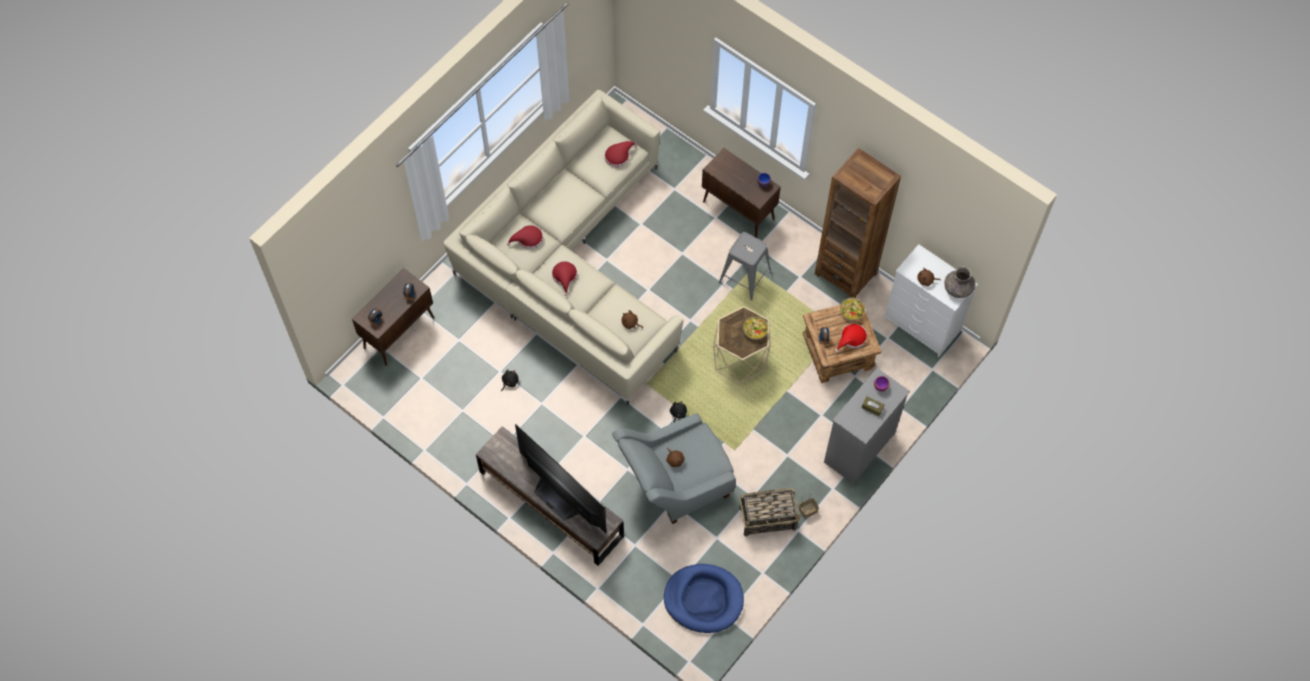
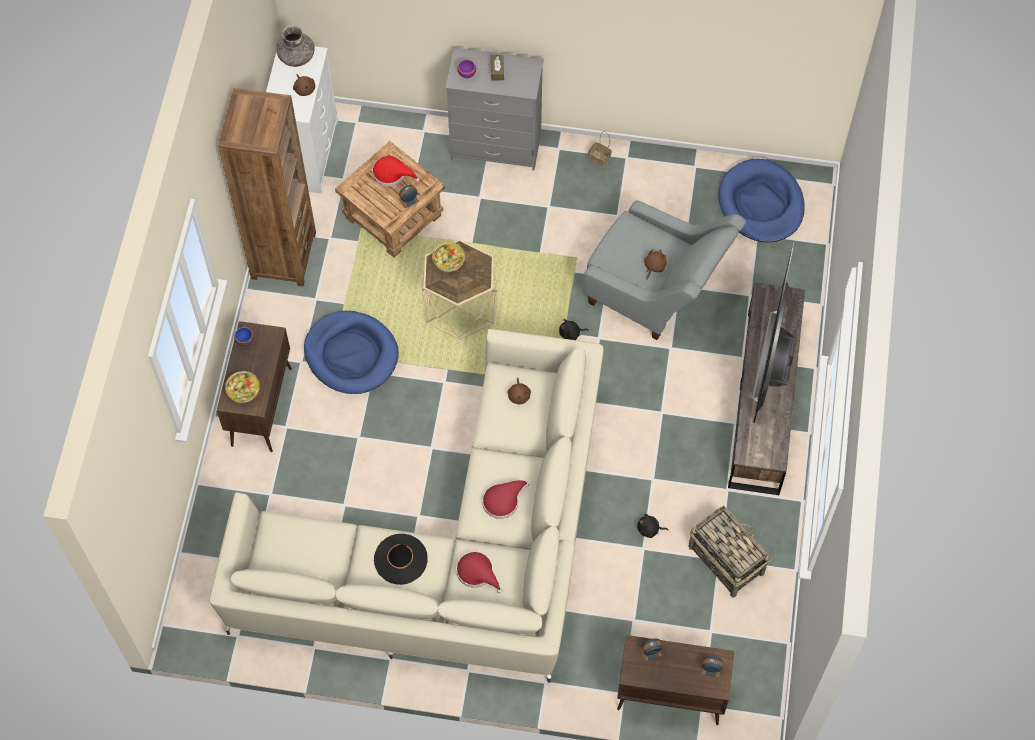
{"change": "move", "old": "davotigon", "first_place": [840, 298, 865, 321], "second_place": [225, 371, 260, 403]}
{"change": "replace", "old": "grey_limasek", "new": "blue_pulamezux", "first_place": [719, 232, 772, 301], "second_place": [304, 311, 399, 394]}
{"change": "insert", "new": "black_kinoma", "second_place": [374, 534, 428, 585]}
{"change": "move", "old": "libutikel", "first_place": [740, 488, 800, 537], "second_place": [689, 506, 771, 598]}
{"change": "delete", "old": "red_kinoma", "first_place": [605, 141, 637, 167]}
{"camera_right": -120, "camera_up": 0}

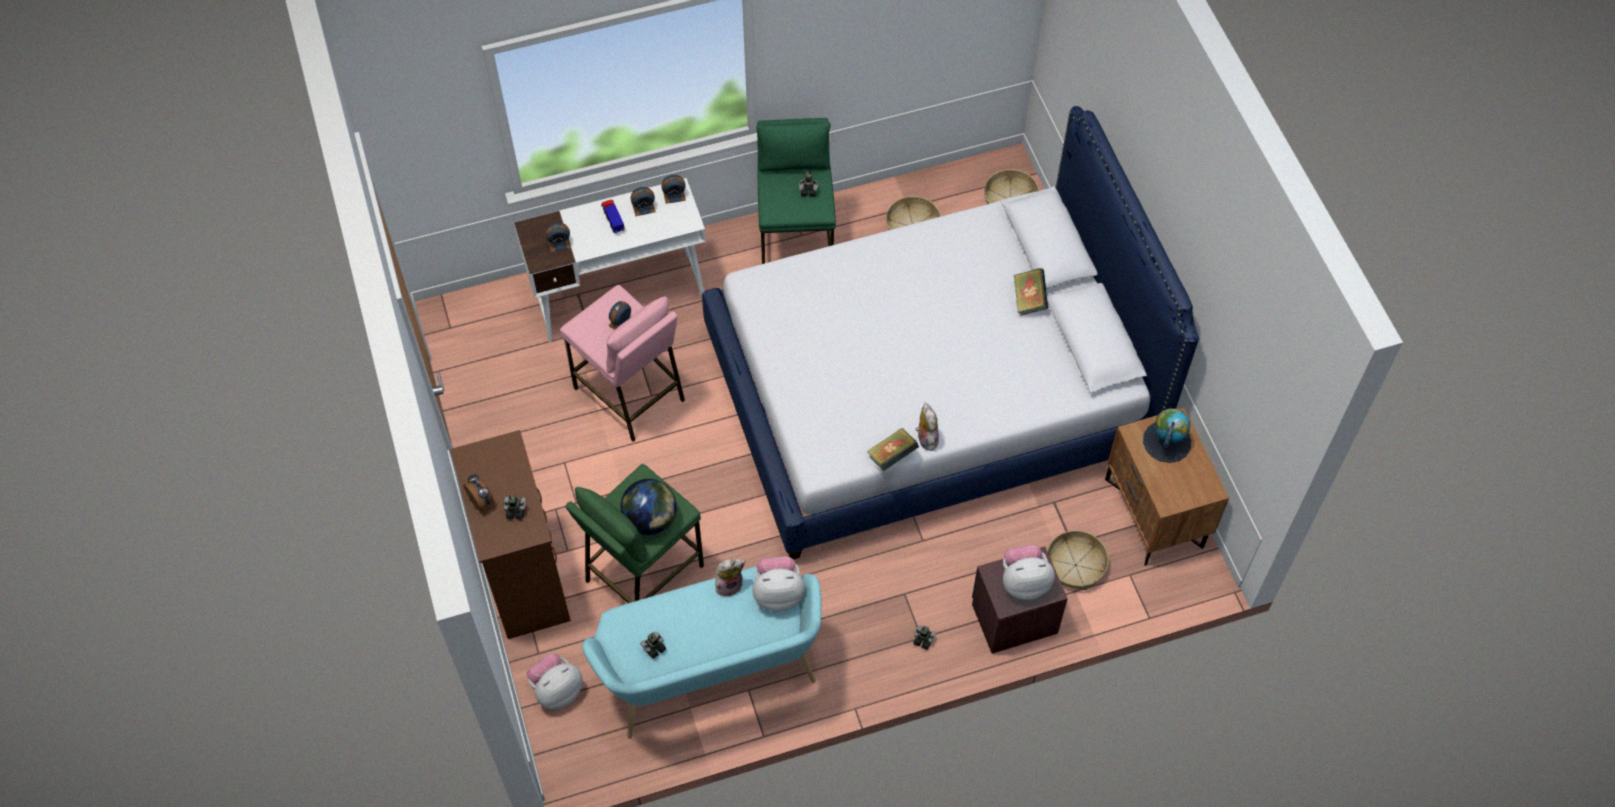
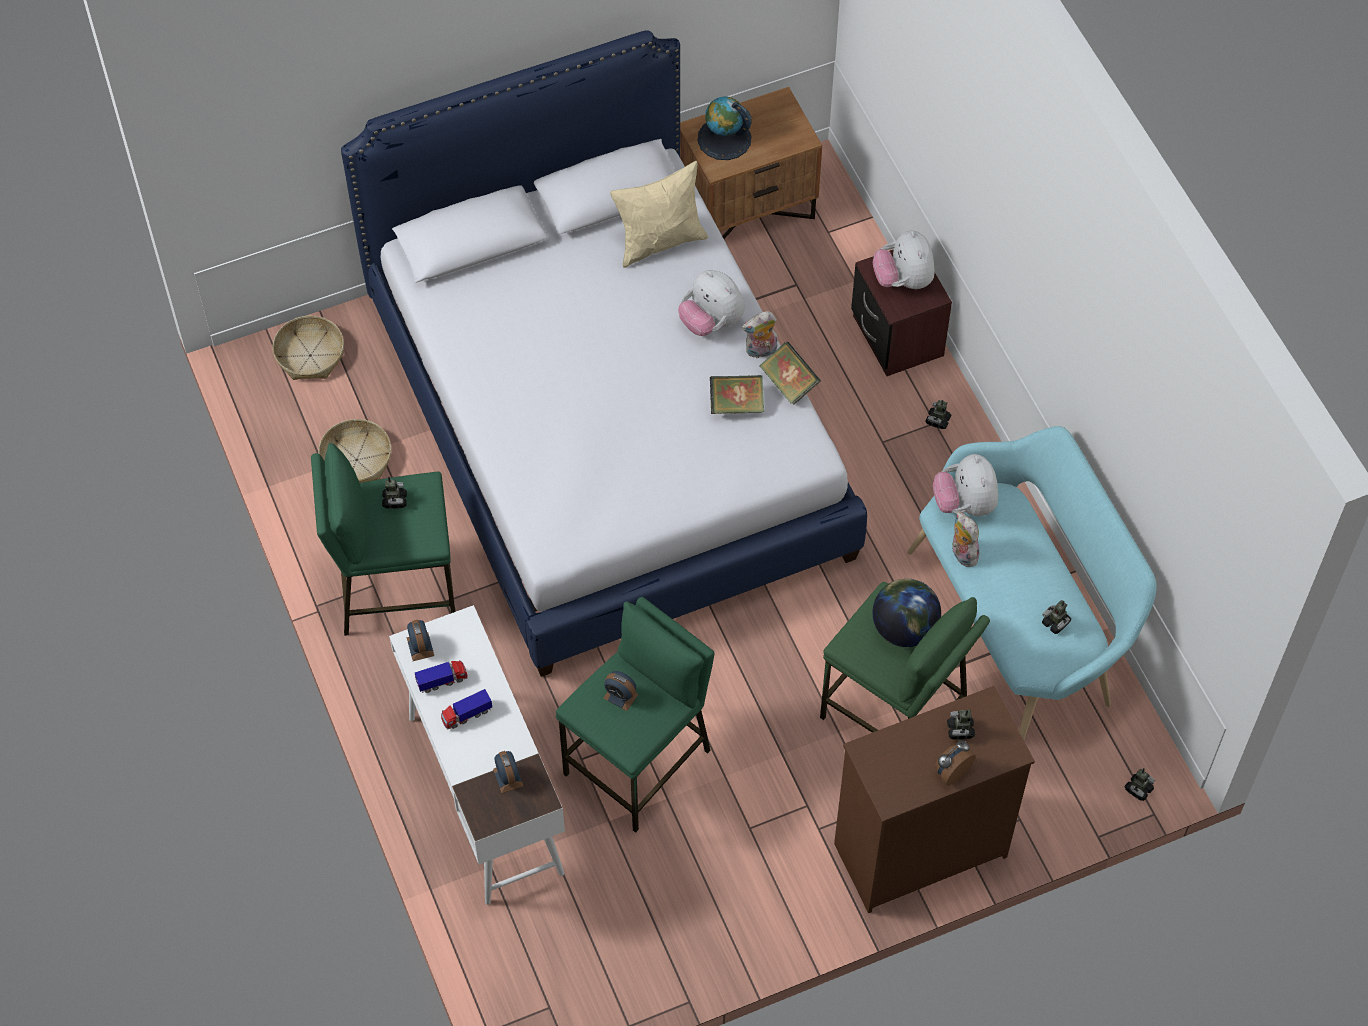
{"change": "replace", "old": "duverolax", "new": "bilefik", "first_place": [630, 187, 656, 216], "second_place": [415, 660, 467, 693]}
{"change": "recolor", "old": "pink_limasek", "new": "green_limasek", "first_place": [560, 285, 685, 442], "second_place": [556, 597, 715, 833]}
{"change": "insert", "new": "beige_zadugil", "second_place": [610, 161, 708, 268]}
{"change": "move", "old": "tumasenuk", "first_place": [527, 654, 583, 709], "second_place": [678, 270, 745, 336]}
{"change": "move", "old": "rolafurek", "first_place": [1014, 268, 1048, 315], "second_place": [710, 375, 764, 414]}
{"change": "insert", "new": "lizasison", "second_place": [1125, 768, 1155, 801]}
{"change": "delete", "old": "libutikel", "first_place": [1047, 530, 1109, 590]}
{"camera_right": -95, "camera_up": 0}

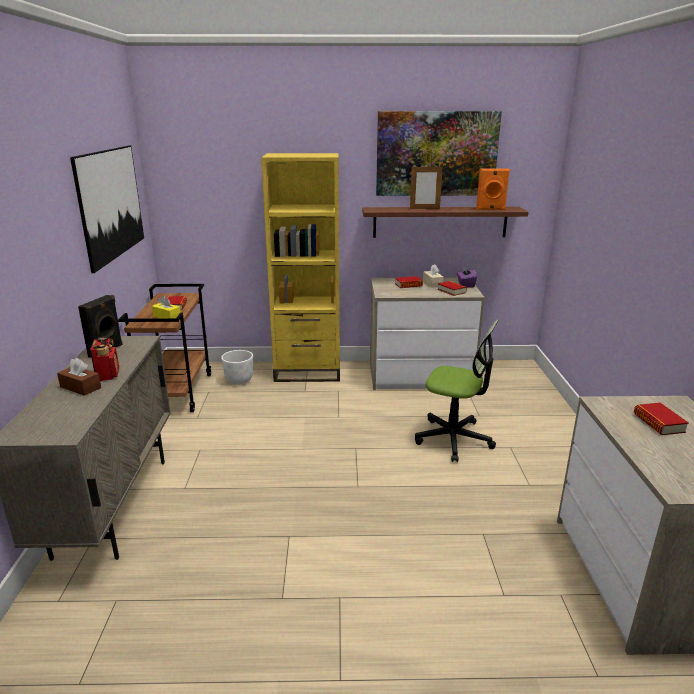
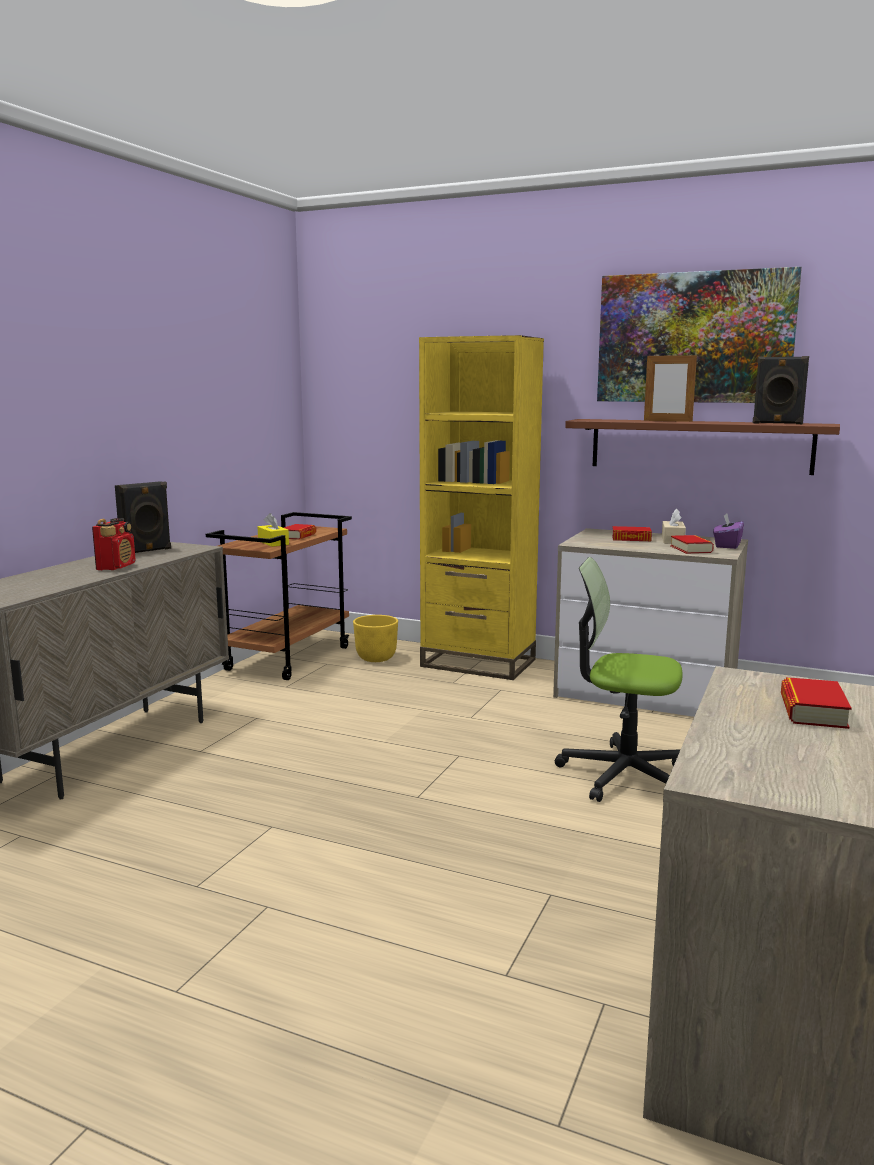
{"change": "recolor", "old": "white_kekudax", "new": "yellow_kekudax", "first_place": [221, 350, 253, 385], "second_place": [353, 615, 398, 662]}
{"change": "rotate", "old": "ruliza", "first_place": [415, 319, 499, 462], "second_place": [555, 557, 683, 802], "degrees": 150}
{"change": "recolor", "old": "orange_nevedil", "new": "black_nevedil", "first_place": [476, 168, 510, 210], "second_place": [753, 356, 809, 424]}
{"change": "delete", "old": "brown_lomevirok", "first_place": [57, 358, 101, 396]}
{"change": "delete", "old": "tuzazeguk", "first_place": [70, 146, 144, 273]}
{"camera_right": 25, "camera_up": -10}

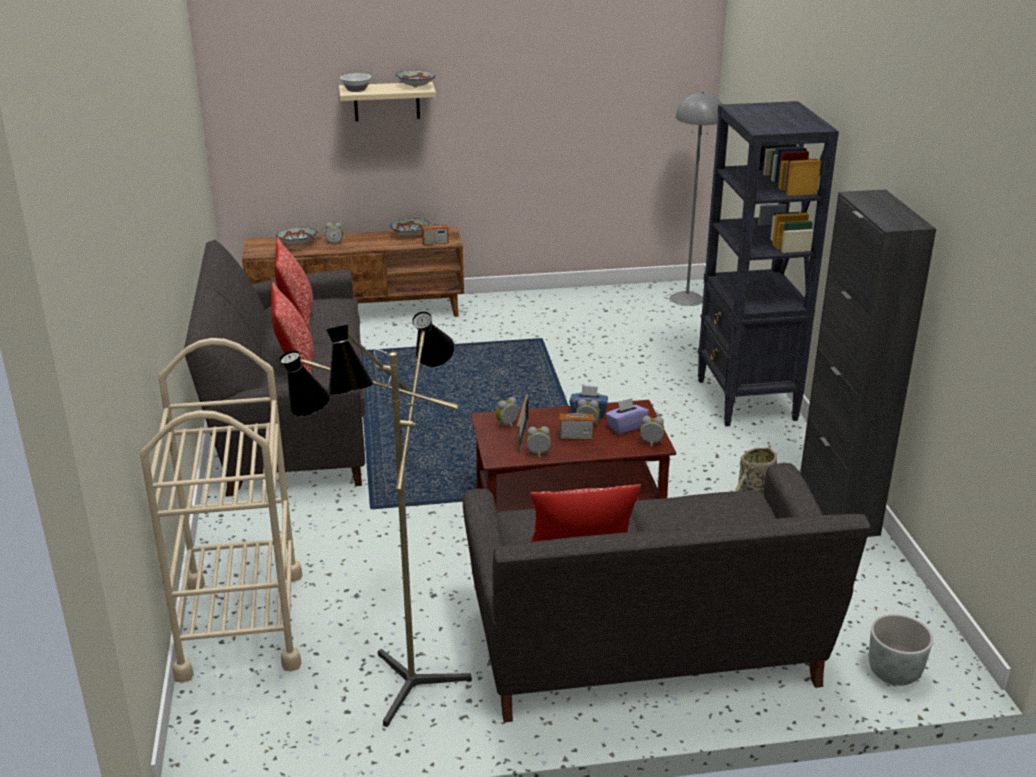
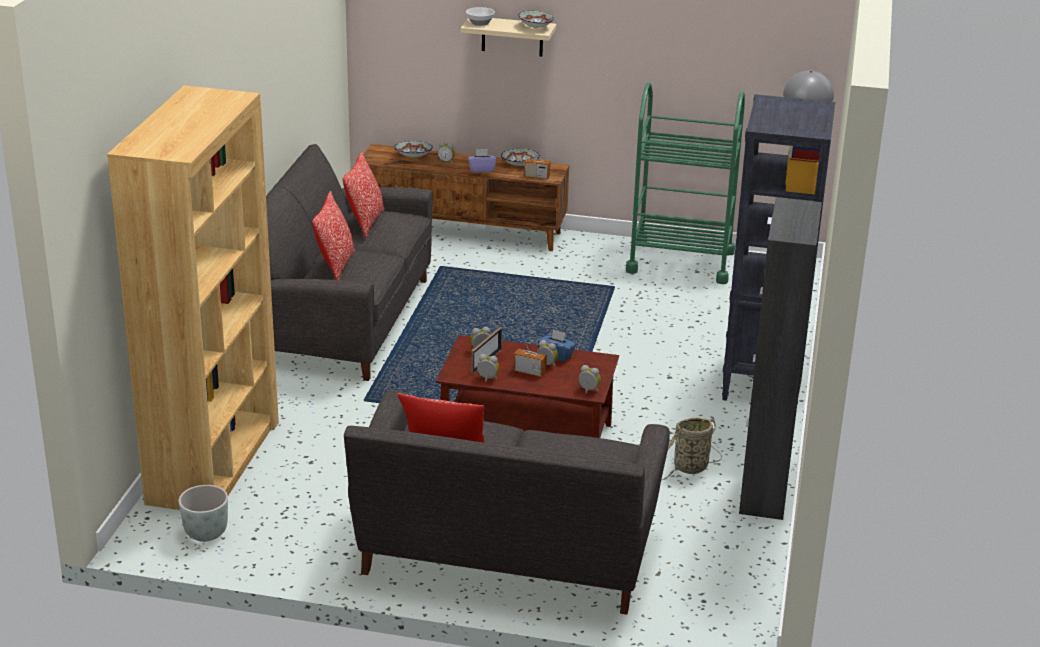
{"change": "replace", "old": "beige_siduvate", "new": "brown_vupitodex", "first_place": [140, 338, 302, 683], "second_place": [107, 85, 279, 510]}
{"change": "move", "old": "grey_kekudax", "first_place": [869, 614, 933, 686], "second_place": [179, 485, 228, 542]}
{"change": "move", "old": "purple_lomevirok", "first_place": [605, 398, 649, 434], "second_place": [468, 149, 497, 173]}
{"change": "insert", "new": "green_siduvate", "second_place": [626, 82, 745, 284]}
{"change": "delete", "old": "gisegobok", "first_place": [280, 312, 472, 727]}
{"camera_right": 20, "camera_up": 0}

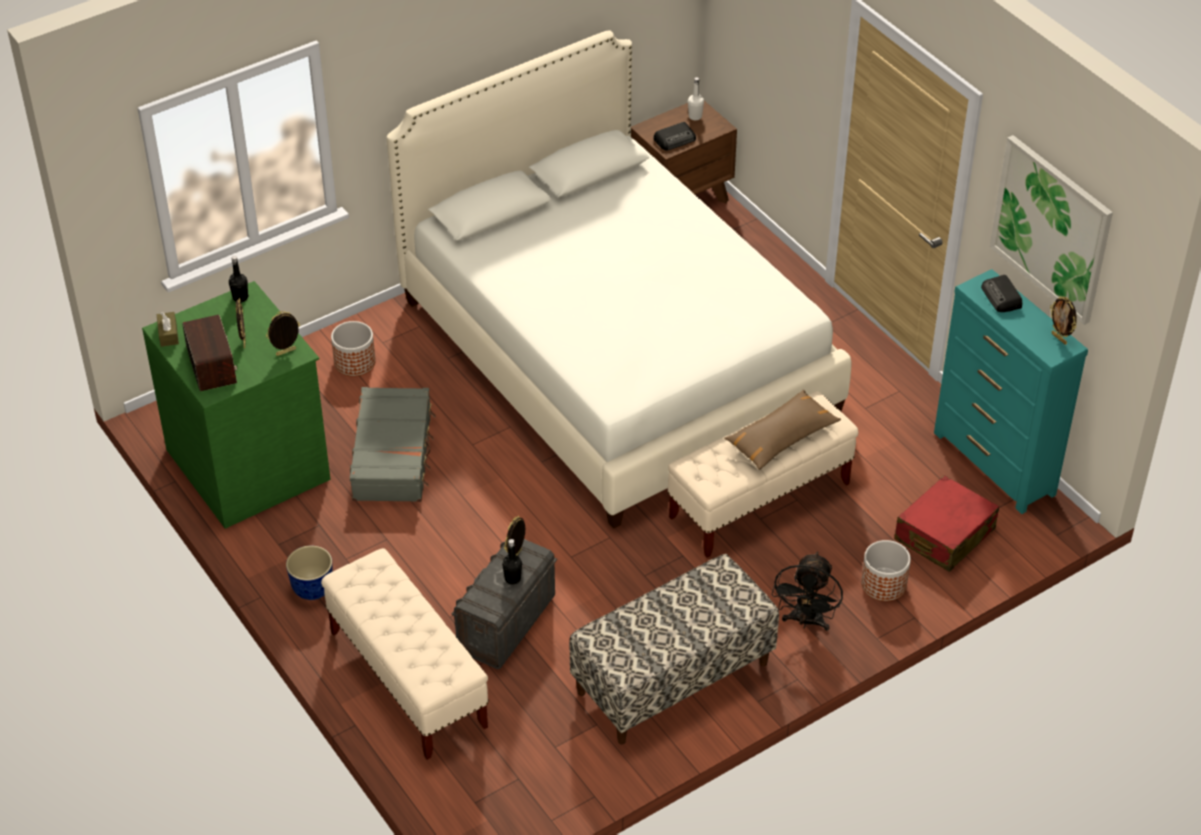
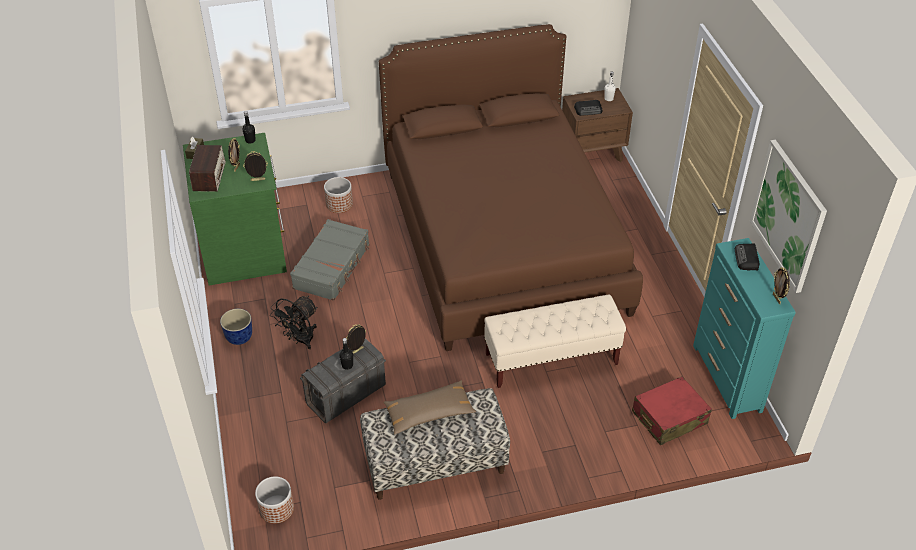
{"change": "move", "old": "kekudax", "first_place": [861, 540, 911, 601], "second_place": [255, 477, 294, 524]}
{"change": "move", "old": "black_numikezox", "first_place": [771, 552, 843, 631], "second_place": [270, 296, 317, 349]}
{"change": "recolor", "old": "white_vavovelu", "new": "brown_vavovelu", "first_place": [387, 30, 851, 529], "second_place": [379, 24, 643, 351]}
{"change": "move", "old": "brown_zadugil", "first_place": [724, 390, 841, 470], "second_place": [384, 380, 476, 435]}
{"change": "delete", "old": "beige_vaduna", "first_place": [321, 548, 489, 760]}
{"camera_right": 20, "camera_up": 0}

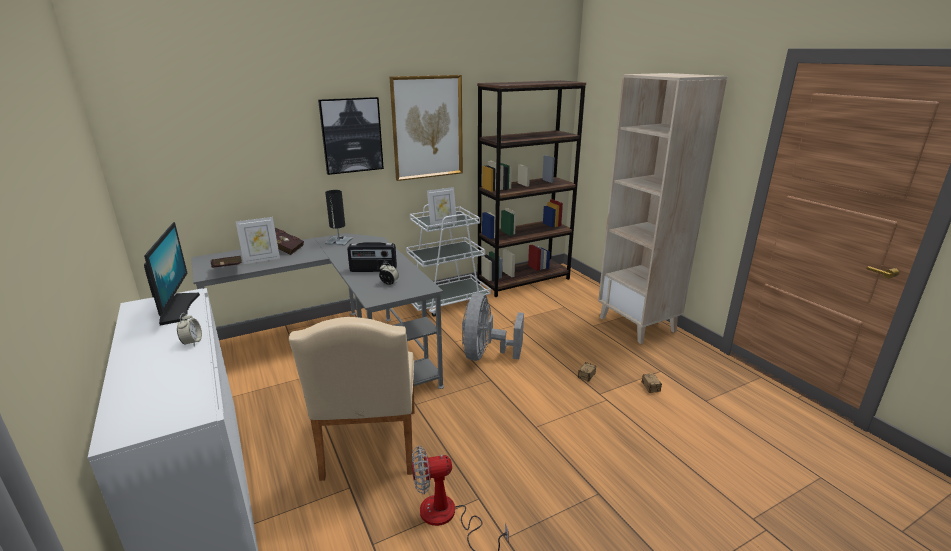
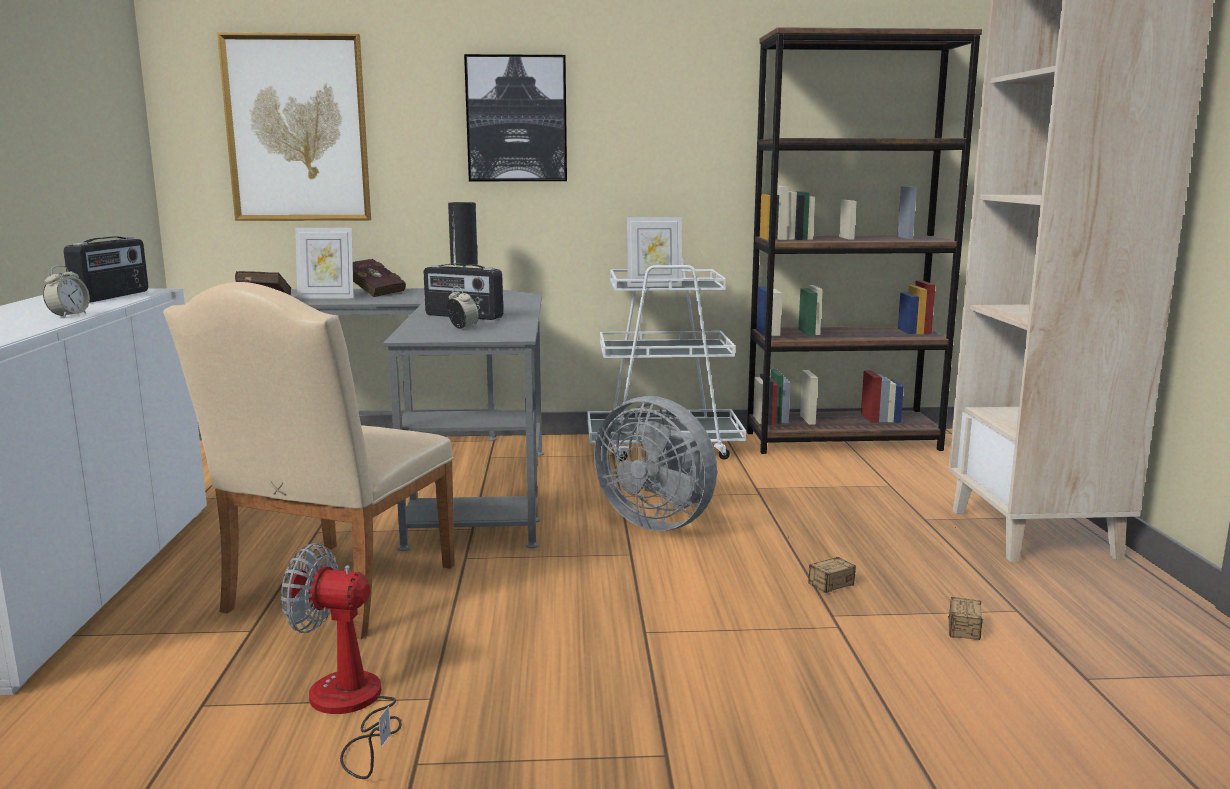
{"change": "replace", "old": "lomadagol", "new": "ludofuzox", "first_place": [144, 222, 200, 325], "second_place": [64, 237, 148, 303]}
{"change": "move", "old": "tuzazeguk", "first_place": [390, 75, 463, 181], "second_place": [217, 33, 371, 221]}
{"change": "rotate", "old": "grey_numikezox", "first_place": [462, 293, 524, 361], "second_place": [594, 396, 717, 531], "degrees": -90}
{"camera_right": 25, "camera_up": -10}

